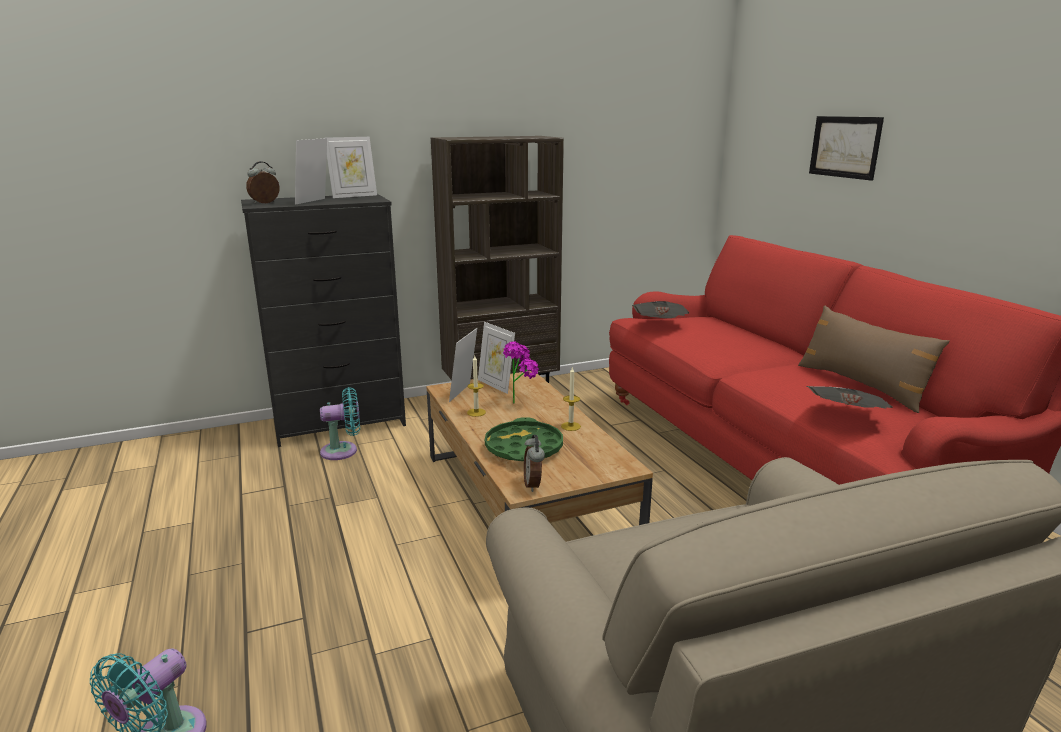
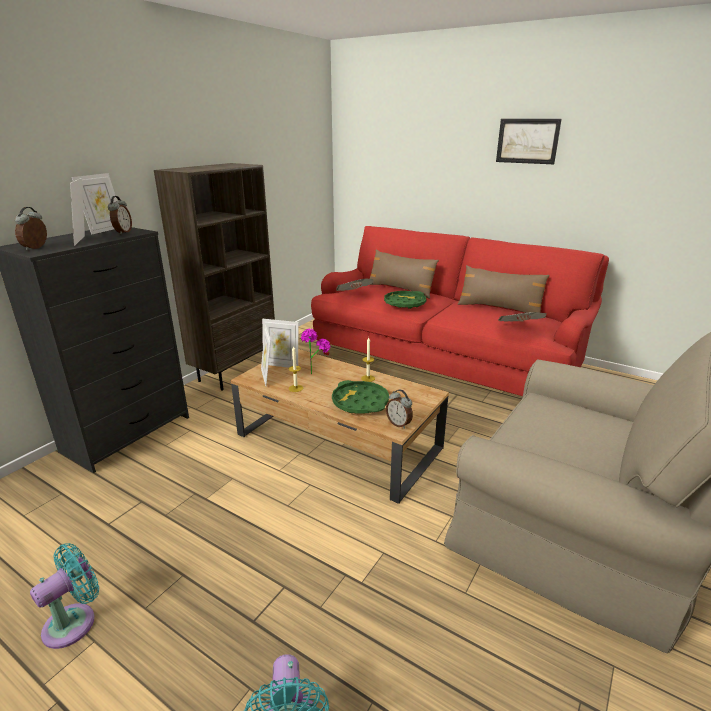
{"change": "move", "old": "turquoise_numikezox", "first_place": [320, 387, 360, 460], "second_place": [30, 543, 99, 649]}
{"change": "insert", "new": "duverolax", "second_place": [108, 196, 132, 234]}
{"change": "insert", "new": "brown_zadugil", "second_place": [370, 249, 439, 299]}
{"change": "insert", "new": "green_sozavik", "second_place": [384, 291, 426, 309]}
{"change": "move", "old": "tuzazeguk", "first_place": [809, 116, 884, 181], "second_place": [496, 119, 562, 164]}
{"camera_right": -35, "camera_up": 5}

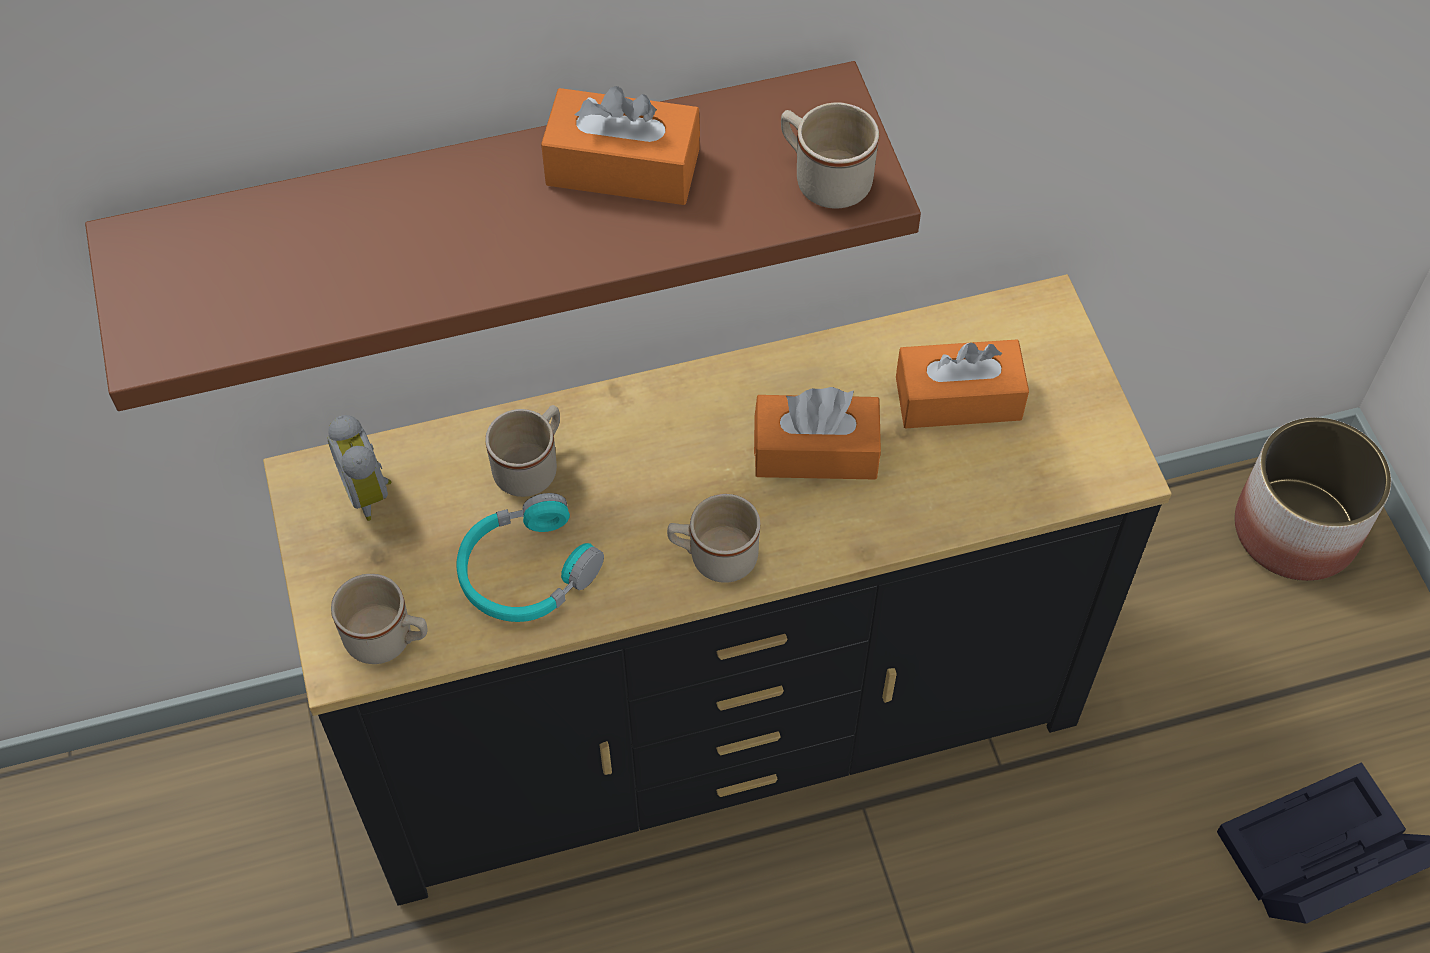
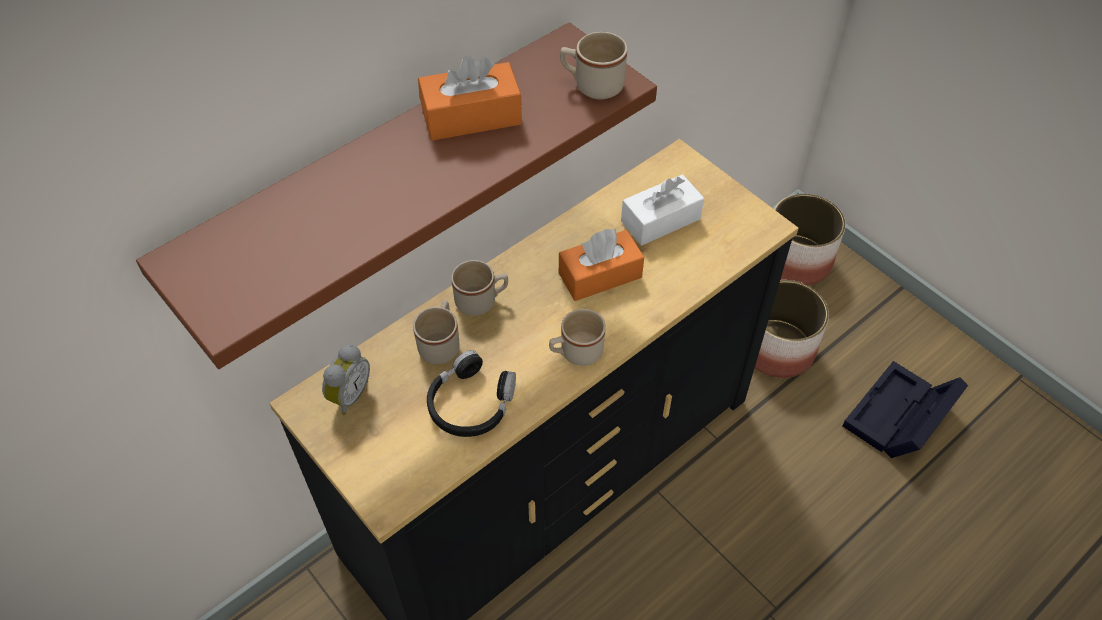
{"change": "rotate", "old": "duverolax", "first_place": [328, 415, 391, 521], "second_place": [322, 344, 370, 415], "degrees": -105}
{"change": "recolor", "old": "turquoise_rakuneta", "new": "black_rakuneta", "first_place": [456, 493, 604, 622], "second_place": [427, 350, 516, 437]}
{"change": "move", "old": "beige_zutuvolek", "first_place": [331, 574, 428, 664], "second_place": [451, 260, 508, 316]}
{"change": "recolor", "old": "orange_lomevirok", "new": "white_lomevirok", "first_place": [896, 339, 1029, 428], "second_place": [621, 174, 704, 246]}
{"change": "insert", "new": "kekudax", "second_place": [755, 280, 829, 378]}
{"camera_right": -25, "camera_up": -5}

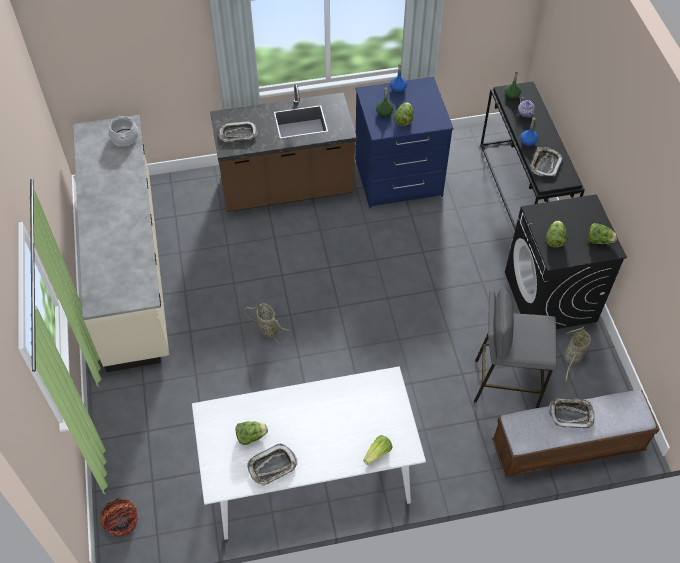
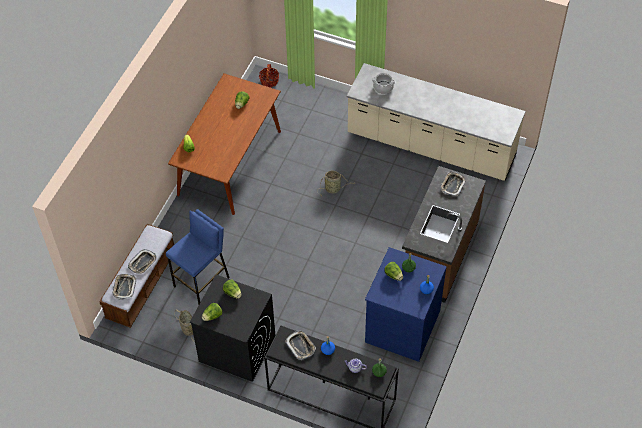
{"change": "move", "old": "sozavik", "first_place": [247, 443, 297, 486], "second_place": [113, 274, 136, 300]}
{"change": "recolor", "old": "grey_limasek", "new": "blue_limasek", "first_place": [474, 286, 557, 408], "second_place": [166, 209, 230, 304]}
{"change": "recolor", "old": "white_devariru", "new": "brown_devariru", "first_place": [192, 366, 426, 540], "second_place": [168, 73, 281, 215]}
{"change": "move", "old": "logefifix", "first_place": [109, 116, 139, 146], "second_place": [372, 73, 395, 94]}
{"camera_right": 125, "camera_up": 0}

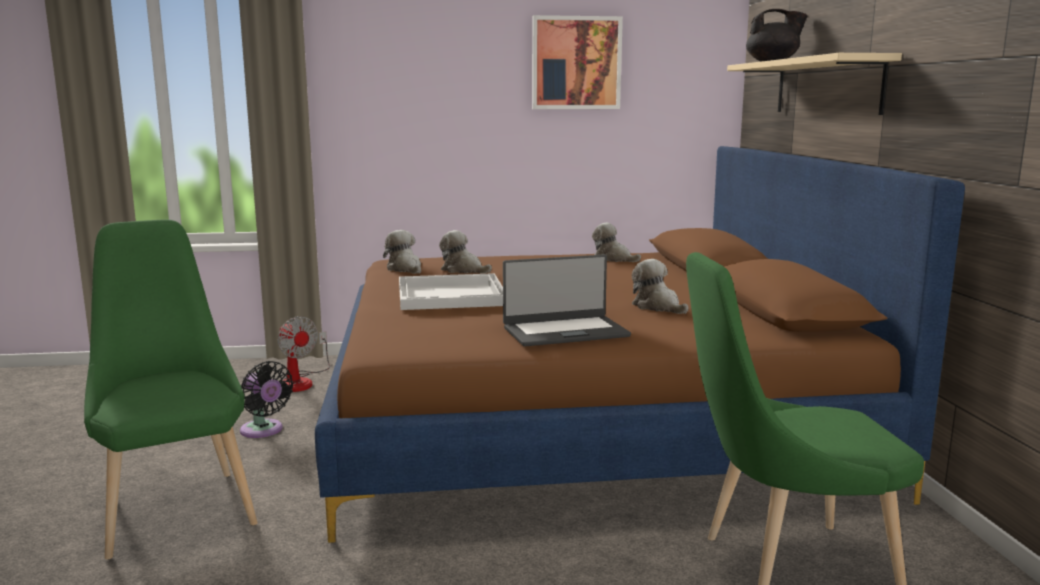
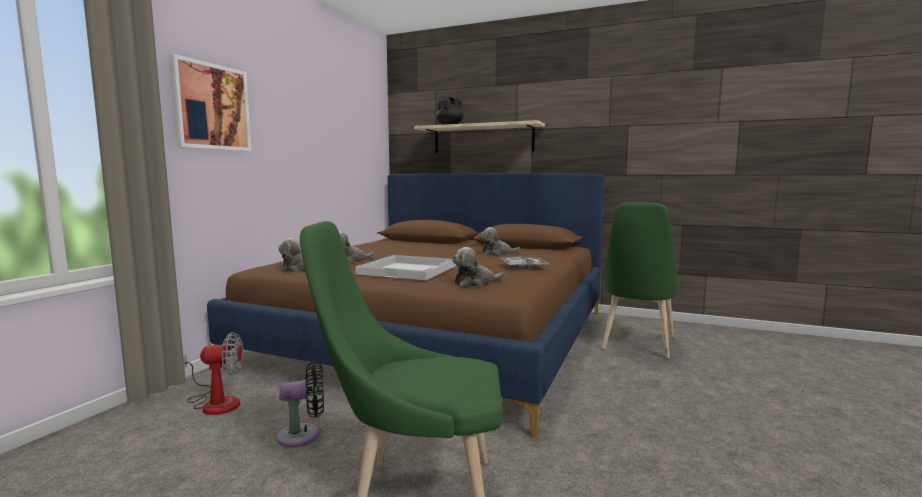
{"change": "move", "old": "tuzazeguk", "first_place": [532, 15, 623, 109], "second_place": [169, 54, 251, 151]}
{"change": "move", "old": "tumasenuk", "first_place": [592, 223, 641, 262], "second_place": [452, 247, 505, 287]}
{"change": "replace", "old": "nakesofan", "new": "sozavik", "first_place": [503, 255, 631, 347], "second_place": [501, 257, 550, 269]}
{"camera_right": -60, "camera_up": -5}

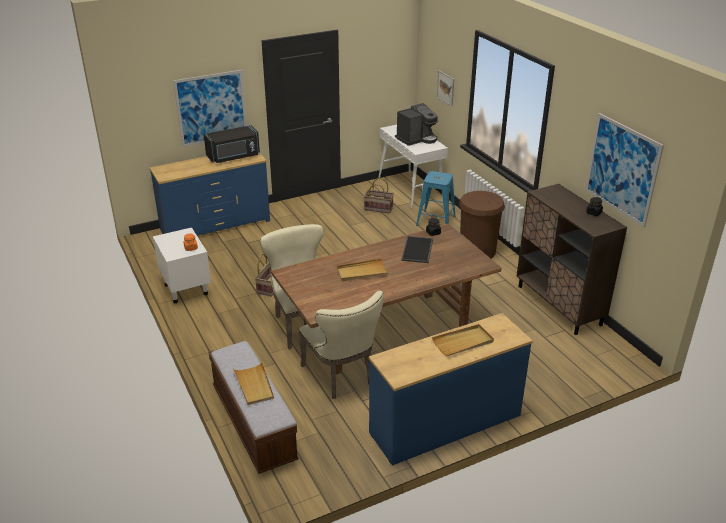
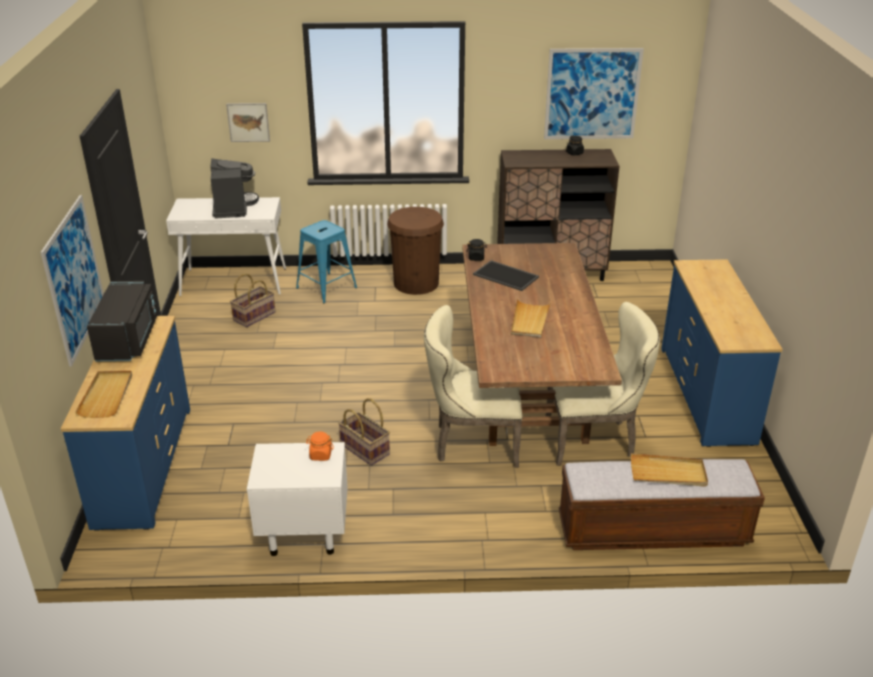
{"change": "move", "old": "beige_sozavik", "first_place": [432, 324, 494, 356], "second_place": [75, 371, 132, 418]}
{"camera_right": -65, "camera_up": 0}

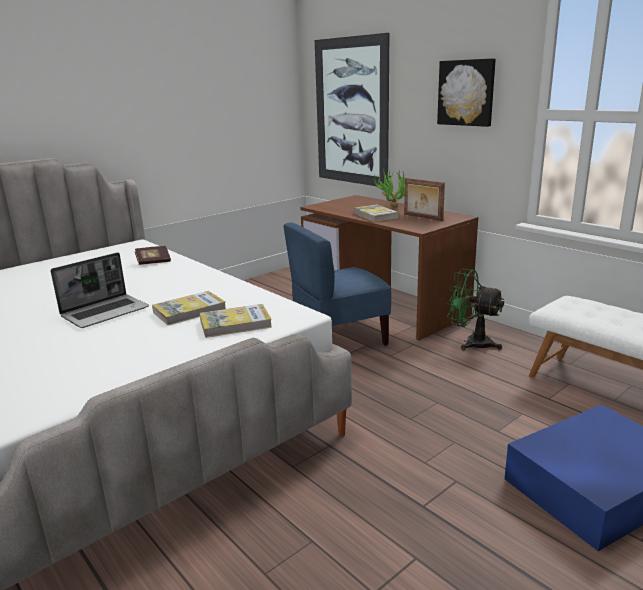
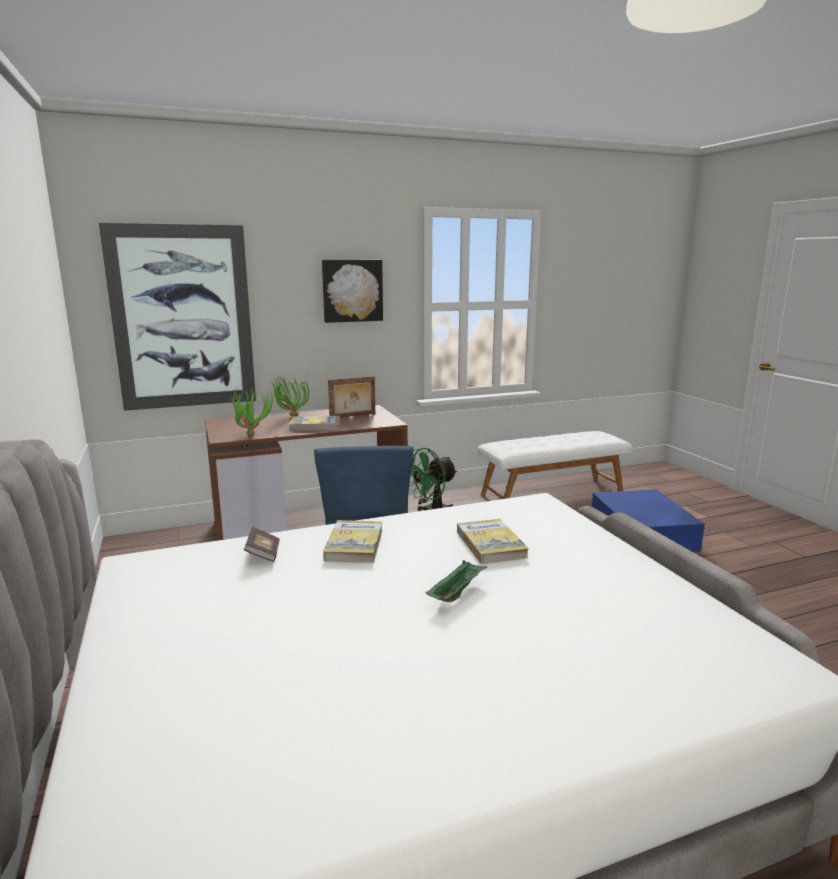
{"change": "insert", "new": "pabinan", "second_place": [229, 388, 274, 436]}
{"change": "move", "old": "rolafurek", "first_place": [200, 304, 272, 338], "second_place": [323, 520, 383, 563]}
{"change": "replace", "old": "nakesofan", "new": "green_sozavik", "first_place": [51, 252, 149, 328], "second_place": [426, 560, 487, 602]}
{"camera_right": -70, "camera_up": -5}

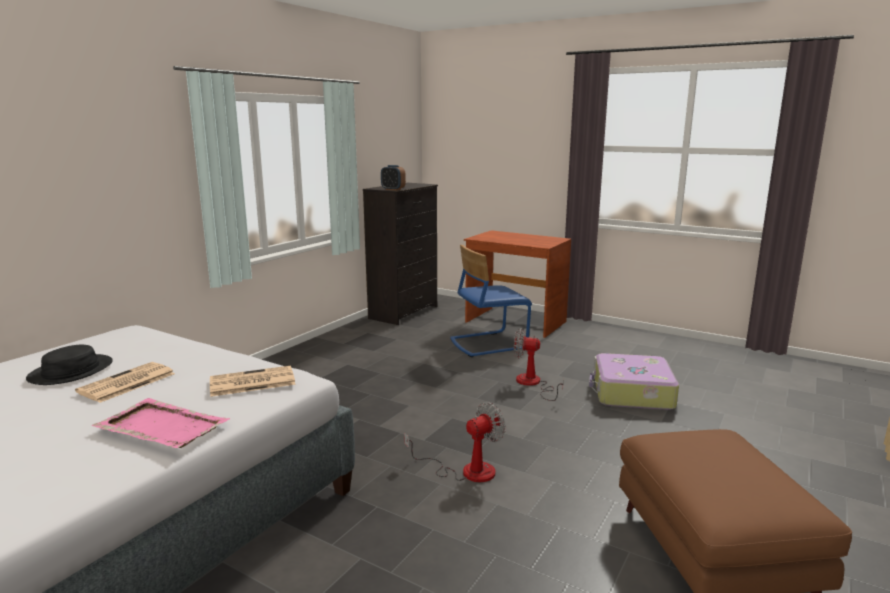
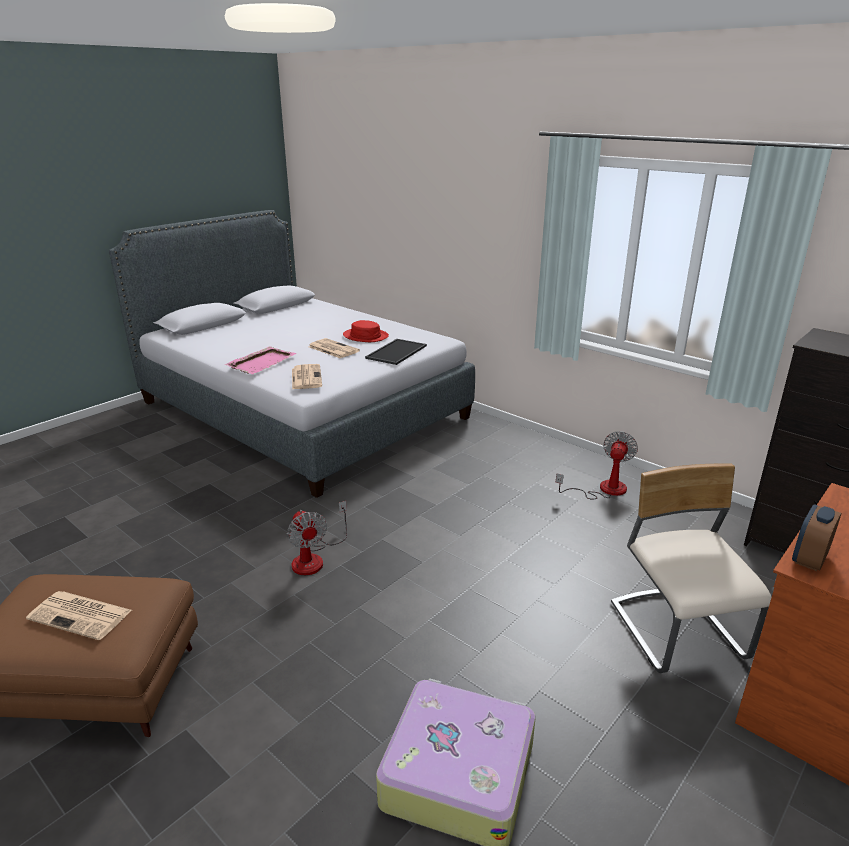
{"change": "insert", "new": "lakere", "second_place": [26, 591, 132, 640]}
{"change": "recolor", "old": "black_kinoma", "new": "red_kinoma", "first_place": [26, 345, 113, 385], "second_place": [343, 320, 389, 342]}
{"change": "insert", "new": "sozavik", "second_place": [365, 339, 427, 365]}
{"change": "move", "old": "numikezox", "first_place": [514, 328, 564, 401], "second_place": [556, 431, 638, 500]}
{"change": "recolor", "old": "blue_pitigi", "new": "beige_pitigi", "first_place": [450, 245, 532, 357], "second_place": [611, 463, 772, 673]}
{"change": "move", "old": "duverolax", "first_place": [381, 165, 406, 190], "second_place": [792, 505, 842, 571]}
{"camera_right": 100, "camera_up": 10}

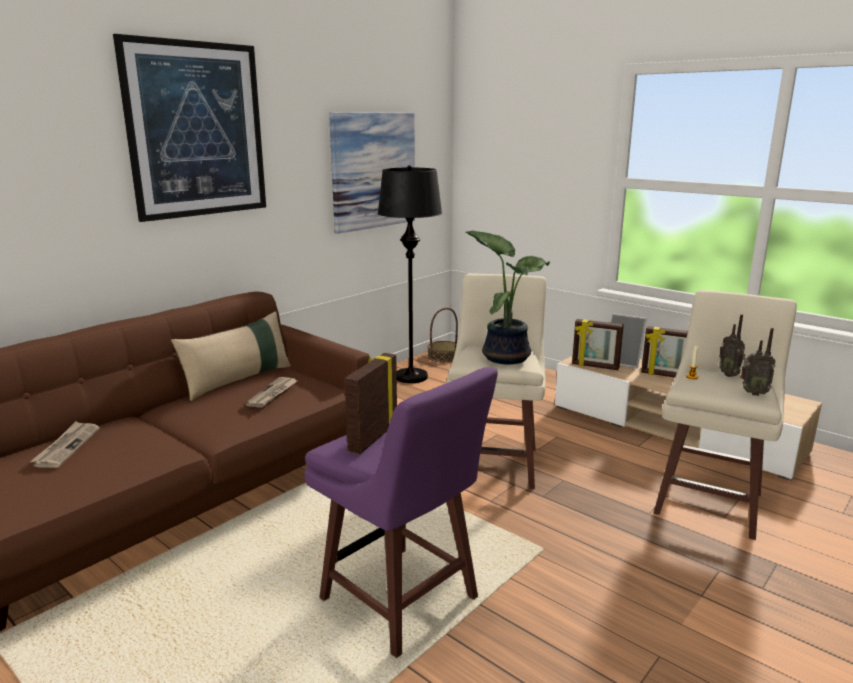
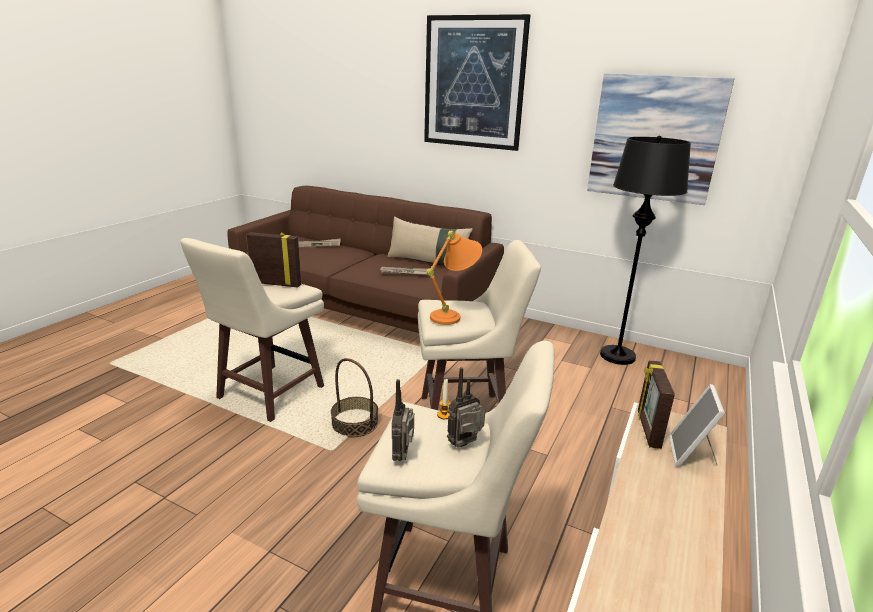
{"change": "recolor", "old": "purple_limasek", "new": "beige_limasek", "first_place": [304, 367, 498, 658], "second_place": [180, 238, 324, 422]}
{"change": "move", "old": "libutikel", "first_place": [428, 307, 458, 363], "second_place": [331, 358, 378, 437]}
{"change": "replace", "old": "pabinan", "new": "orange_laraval", "first_place": [465, 231, 550, 364], "second_place": [426, 231, 482, 325]}
{"change": "delete", "old": "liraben", "first_place": [641, 326, 688, 378]}
{"camera_right": 75, "camera_up": 5}

